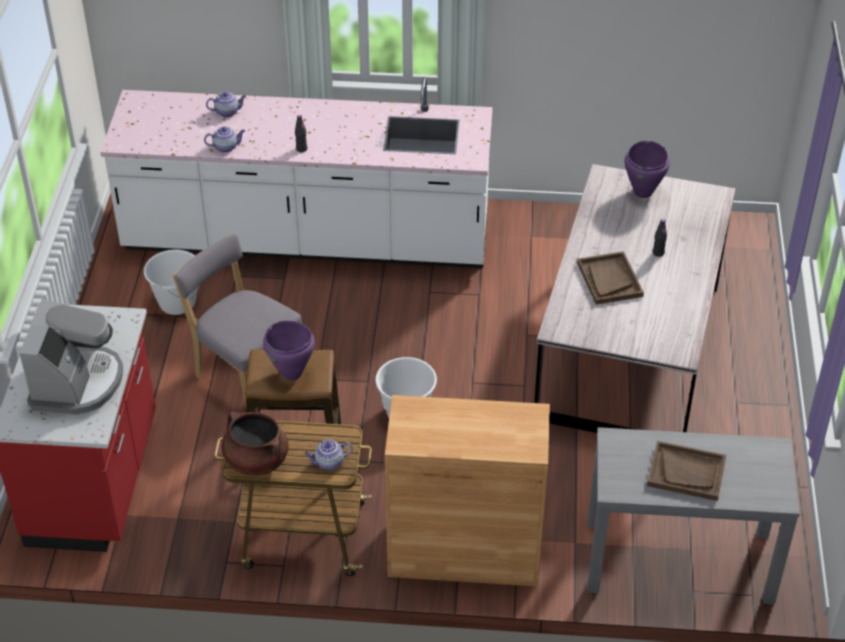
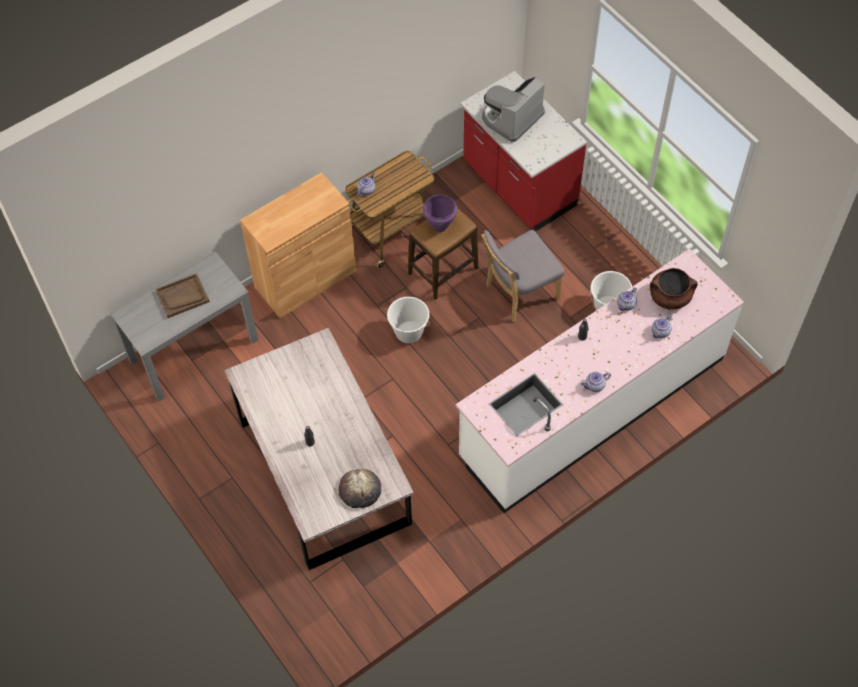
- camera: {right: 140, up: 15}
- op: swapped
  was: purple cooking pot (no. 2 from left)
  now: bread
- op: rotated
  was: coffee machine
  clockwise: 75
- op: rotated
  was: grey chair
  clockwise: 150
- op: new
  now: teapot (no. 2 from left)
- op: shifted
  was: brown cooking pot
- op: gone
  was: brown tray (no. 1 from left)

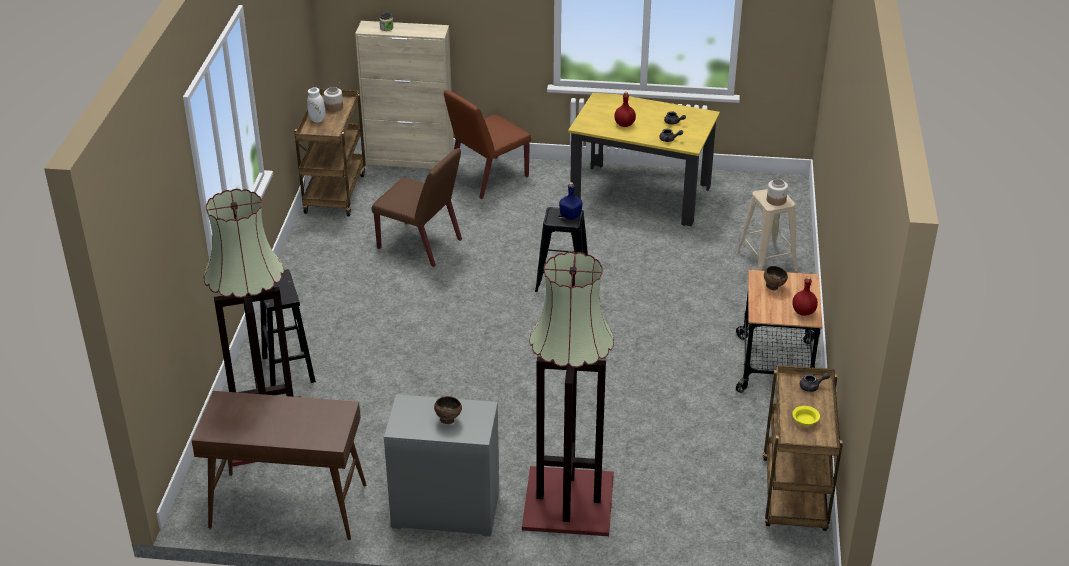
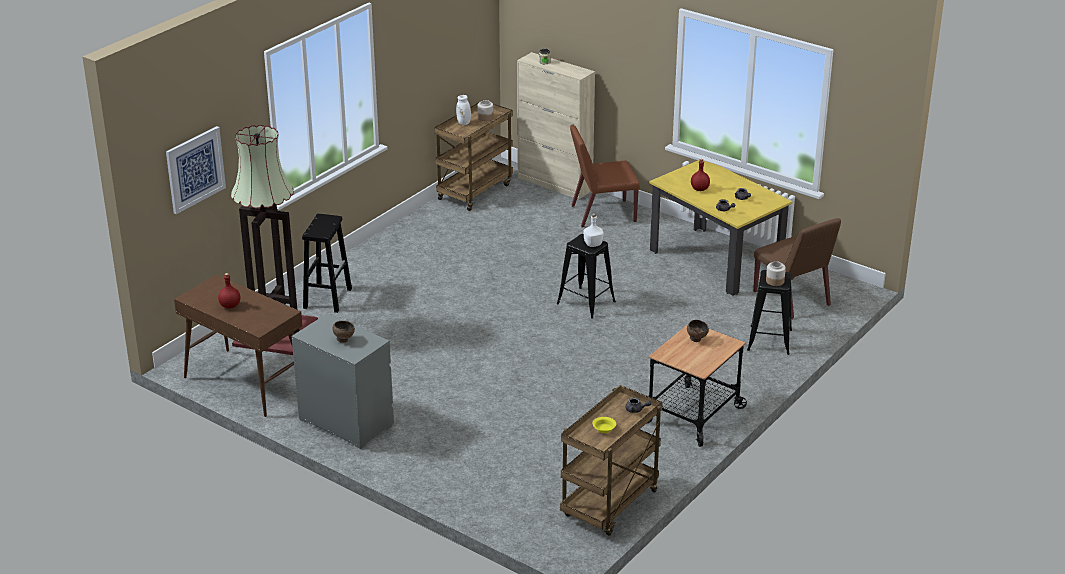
- camera: {right: 30, up: -5}
- op: new
  now: picture
- op: shifted
  was: red bottle (no. 2 from left in the first image)
  now: red bottle (no. 1 from left)
- op: repainted
  was: blue bottle
  now: white bottle
- op: repainted
  was: beige stool
  now: black stool (no. 3 from left)
- op: shifted
  was: brown chair (no. 1 from left in the first image)
  now: brown chair (no. 2 from left)
- op: gone
  was: floor lamp (no. 2 from left)

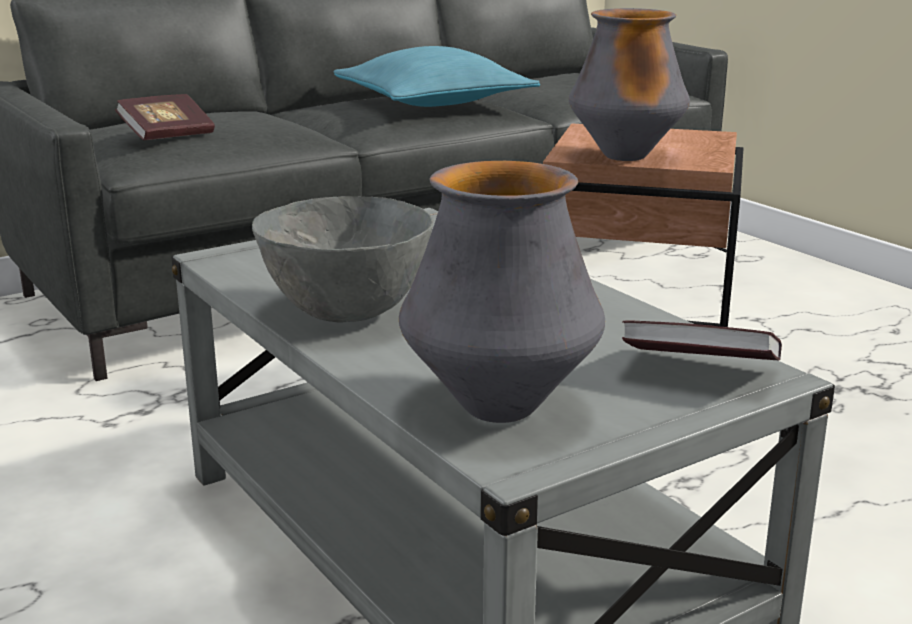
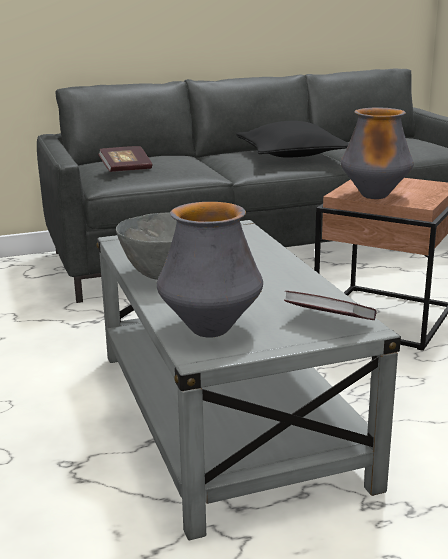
- camera: {right: 15, up: 0}
- op: repainted
  was: turquoise pillow
  now: black pillow

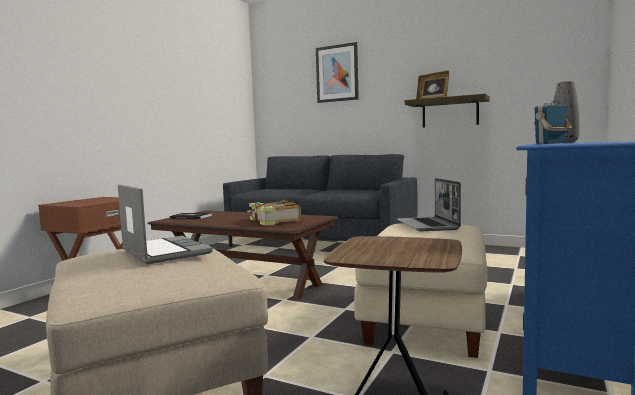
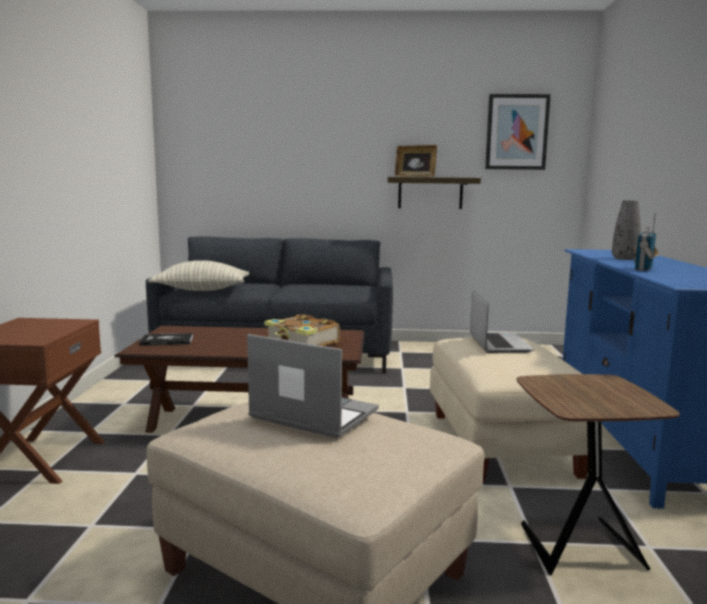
- camera: {right: -25, up: 5}
- op: new
  now: pillow
- op: rotated
  was: laptop (no. 2 from left)
  clockwise: -150
- op: shifted
  was: picture

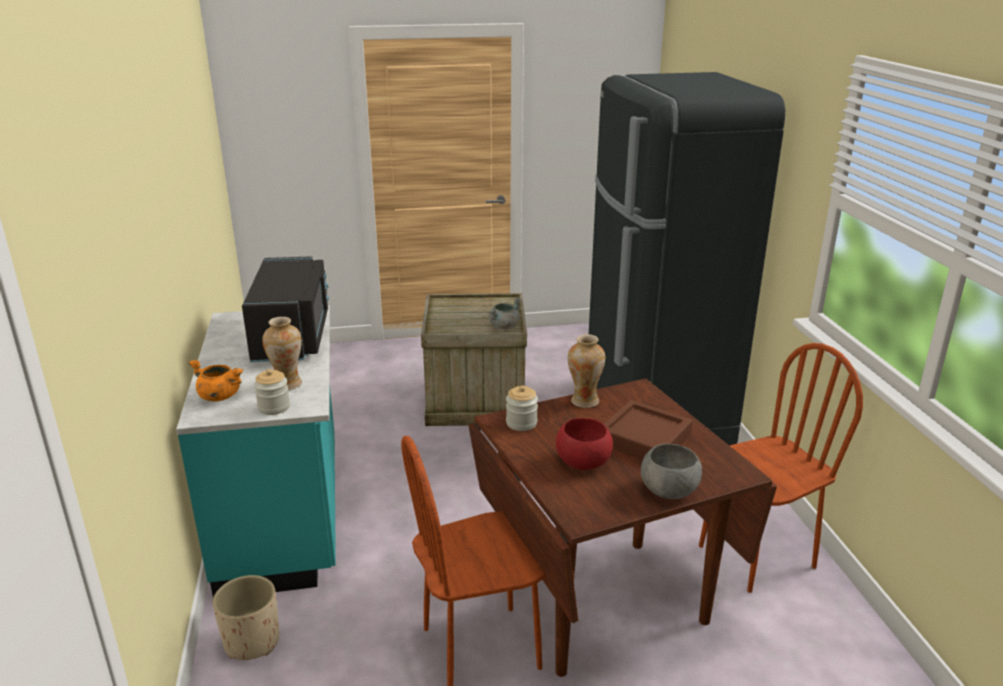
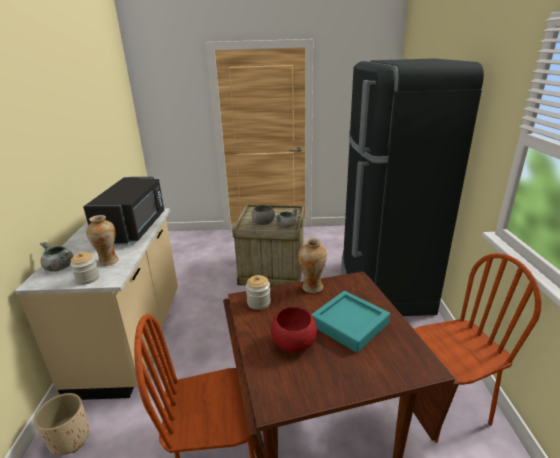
- camera: {right: 10, up: 0}
- op: repainted
  was: turquoise counter
  now: beige counter
- op: repainted
  was: orange cooking pot
  now: grey cooking pot (no. 1 from left)
- op: shifted
  was: grey bowl
- op: repainted
  was: brown tray
  now: turquoise tray

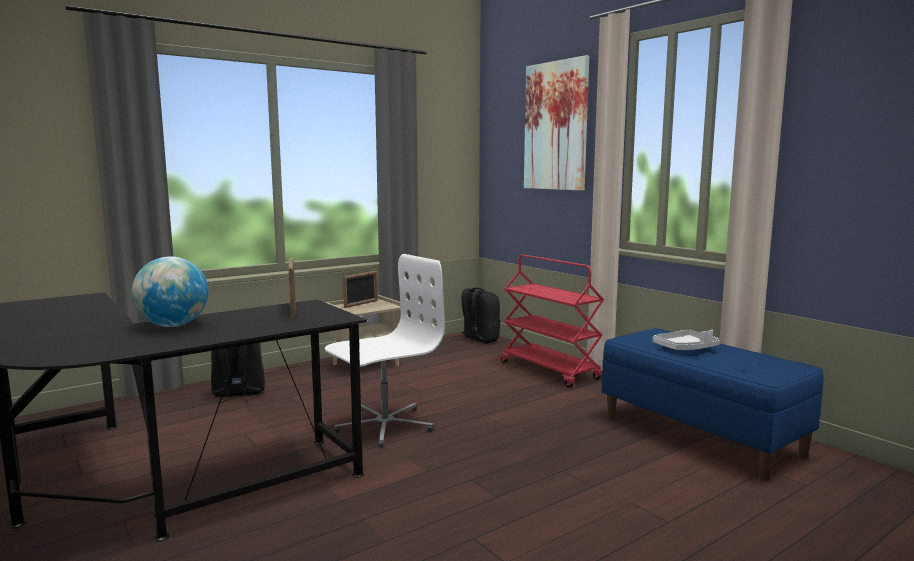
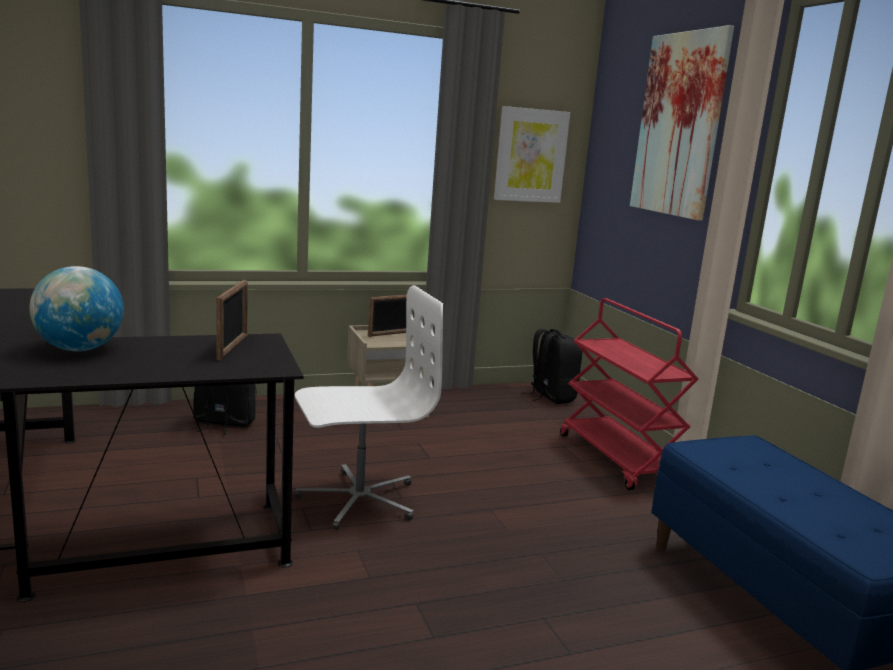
- camera: {right: 15, up: 5}
- op: new
  now: picture (no. 1 from left)
- op: gone
  was: grey tray

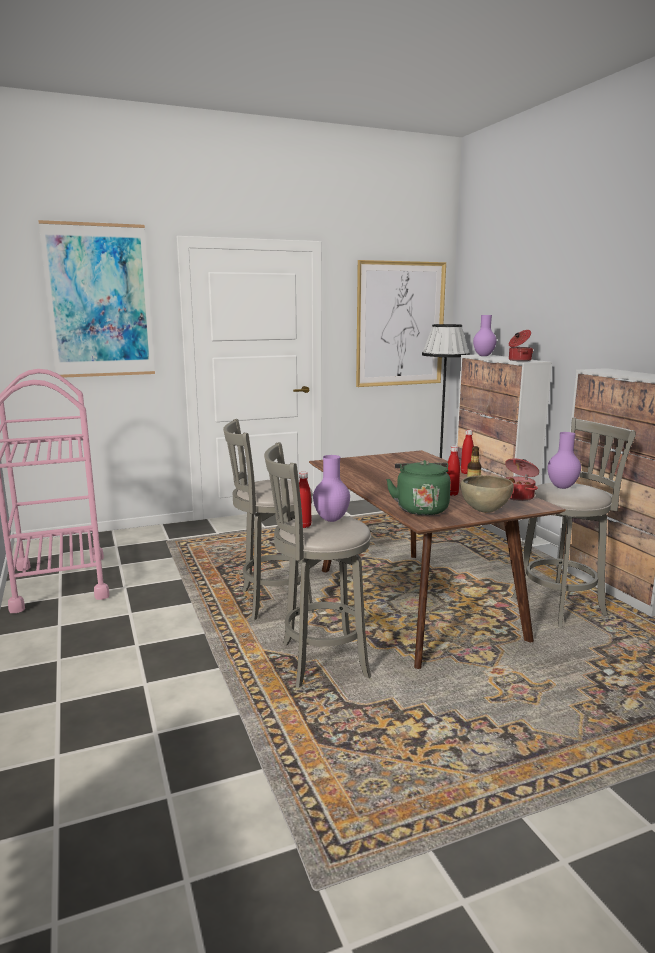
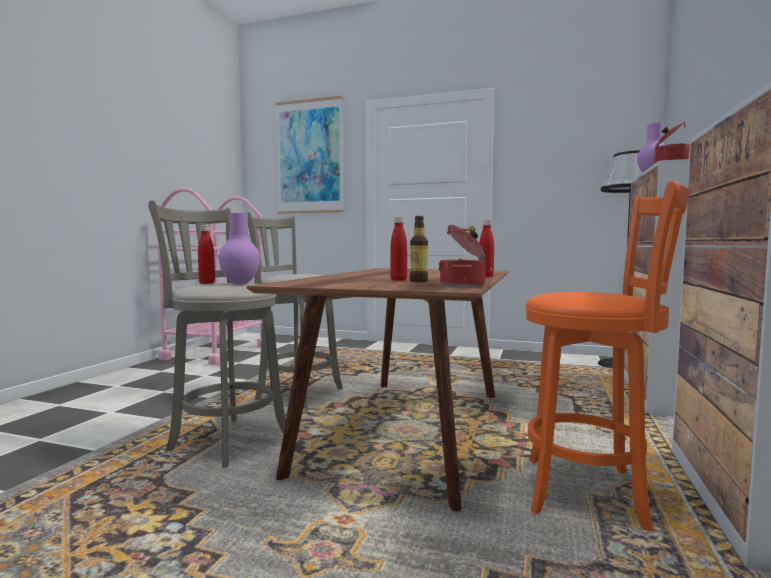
- camera: {right: 40, up: -10}
- op: repainted
  was: grey stool (no. 3 from left)
  now: orange stool
- op: gone
  was: picture (no. 2 from left)
- op: gone
  was: green kettle
- op: gone
  was: brown bowl
- op: gone
  was: purple vase (no. 3 from left)

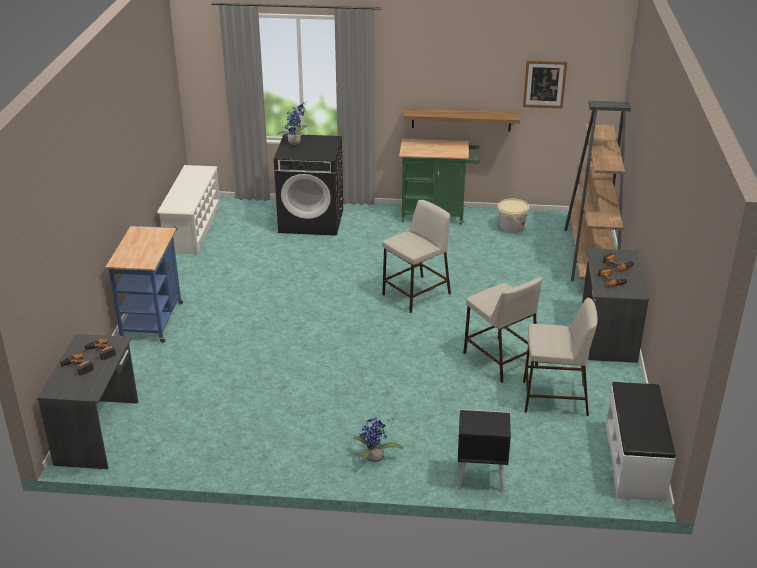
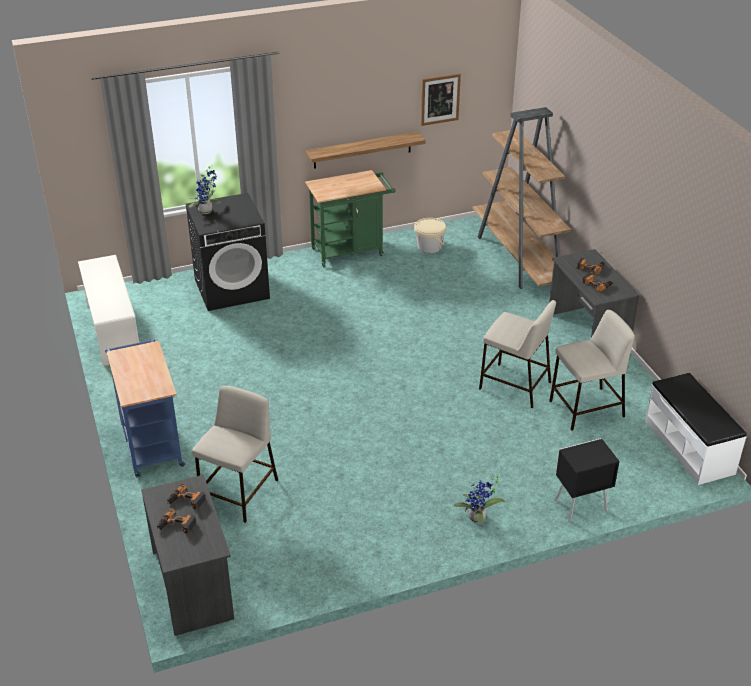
- camera: {right: -25, up: 5}
- op: shifted
  was: beige stool (no. 1 from left)

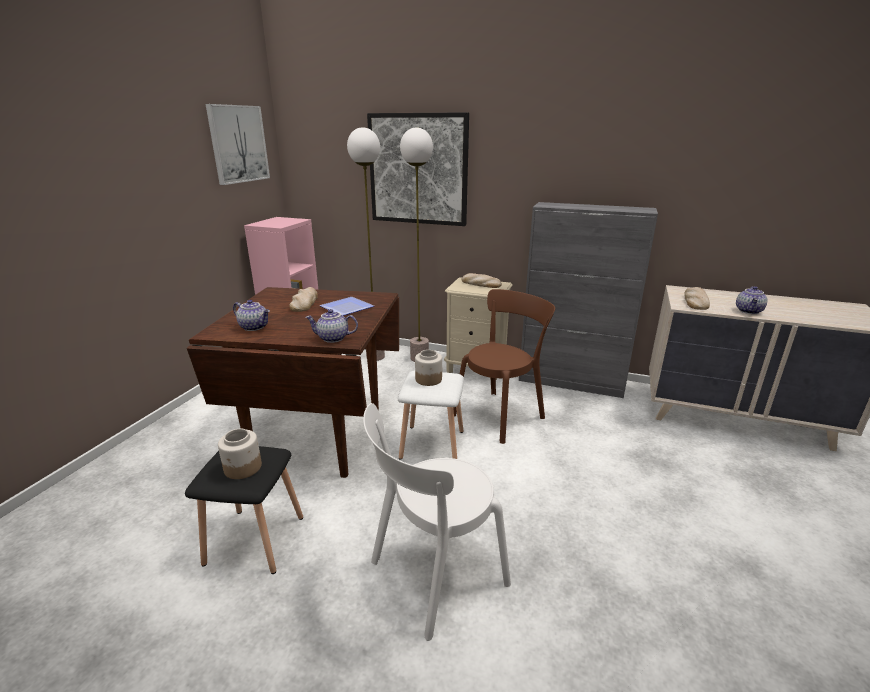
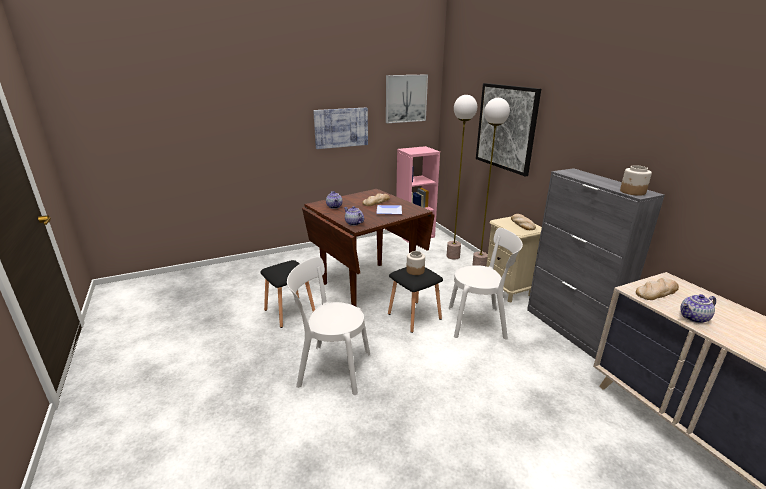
- camera: {right: 45, up: 0}
- op: new
  now: picture (no. 1 from left)
- op: repainted
  was: white stool
  now: black stool (no. 2 from left)
- op: repainted
  was: brown chair
  now: white chair (no. 2 from left)
- op: shifted
  was: jar (no. 1 from left in the first image)
  now: jar (no. 2 from left)

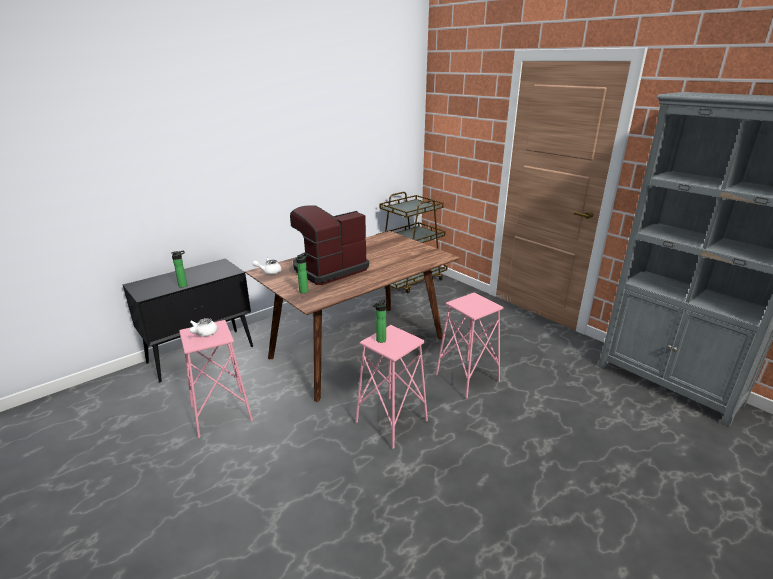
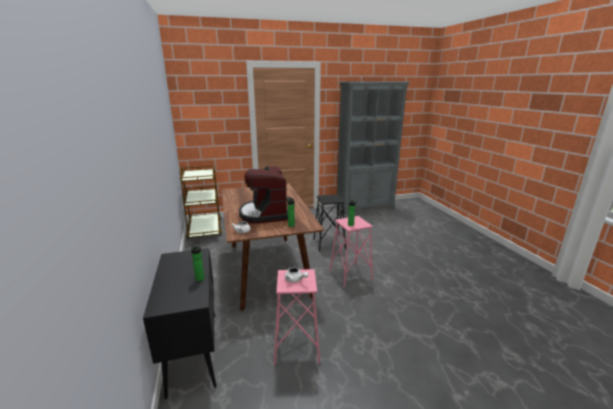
- camera: {right: -65, up: -5}
- op: repainted
  was: pink stool (no. 3 from left)
  now: black stool

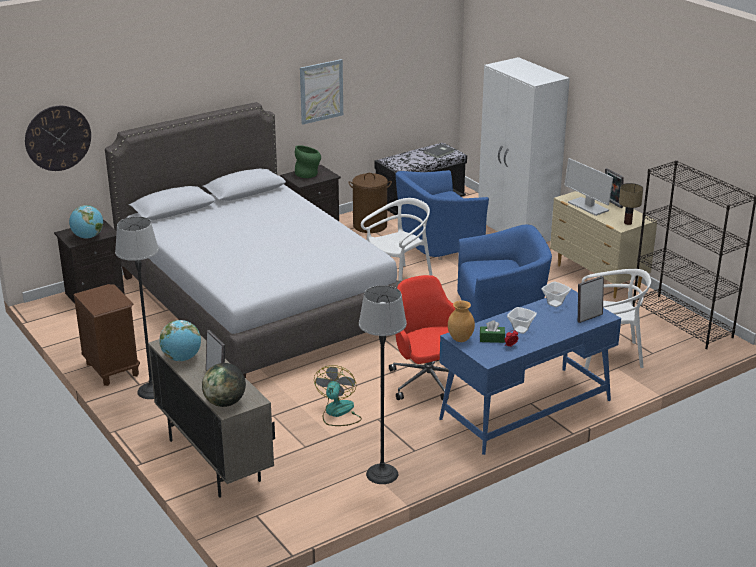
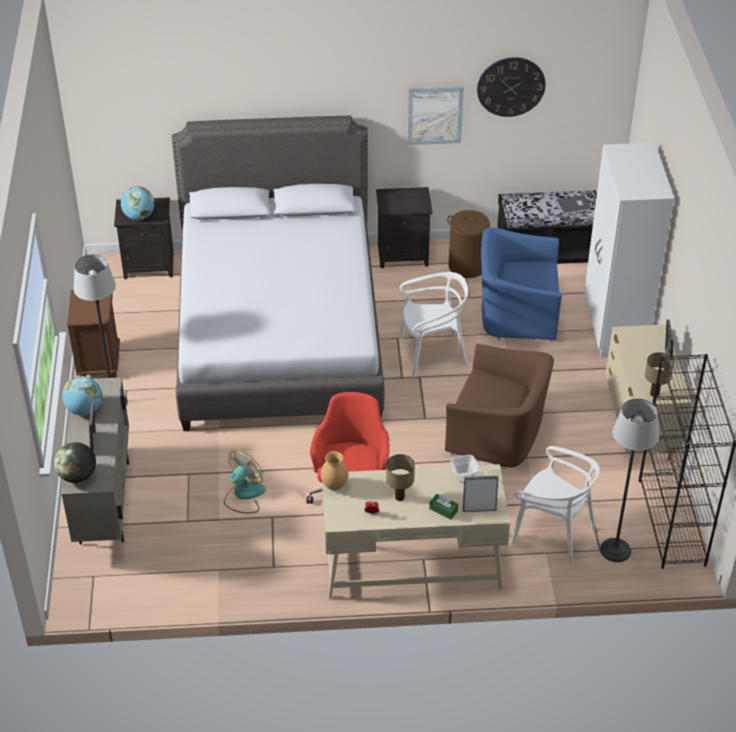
- camera: {right: 30, up: 15}
- op: repainted
  was: blue desk
  now: beige desk
- op: swapped
  was: bowl (no. 1 from left)
  now: table lamp (no. 1 from left)
- op: shifted
  was: green tissue box
- op: repainted
  was: blue armchair (no. 2 from left)
  now: brown armchair
- op: shifted
  was: wall clock
- op: shifted
  was: floor lamp (no. 2 from left)
- op: gone
  was: green vase
- op: gone
  was: monitor

